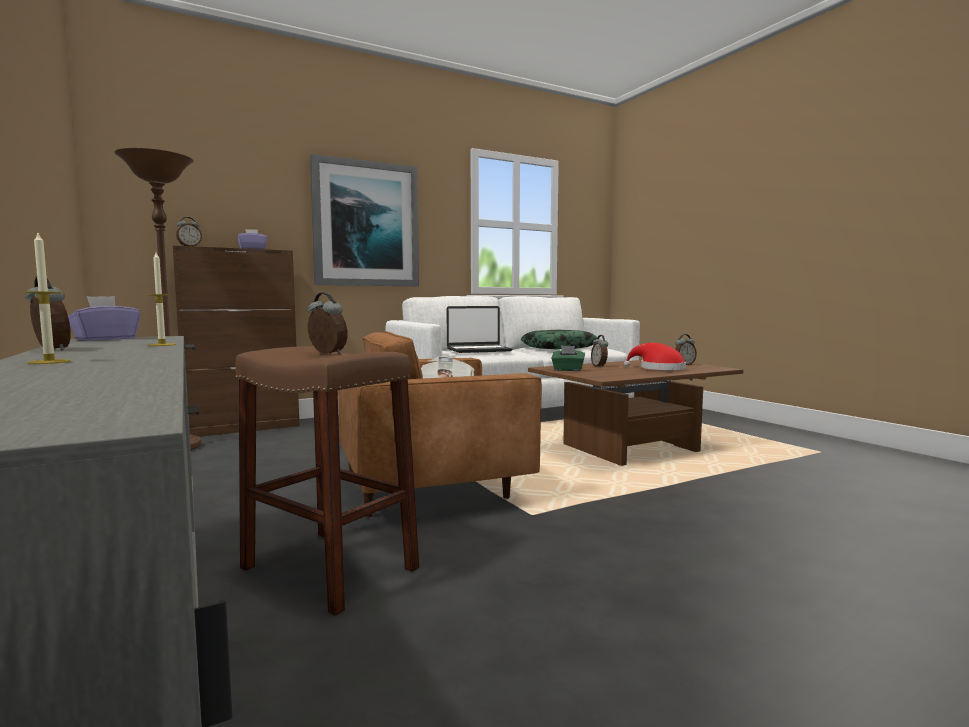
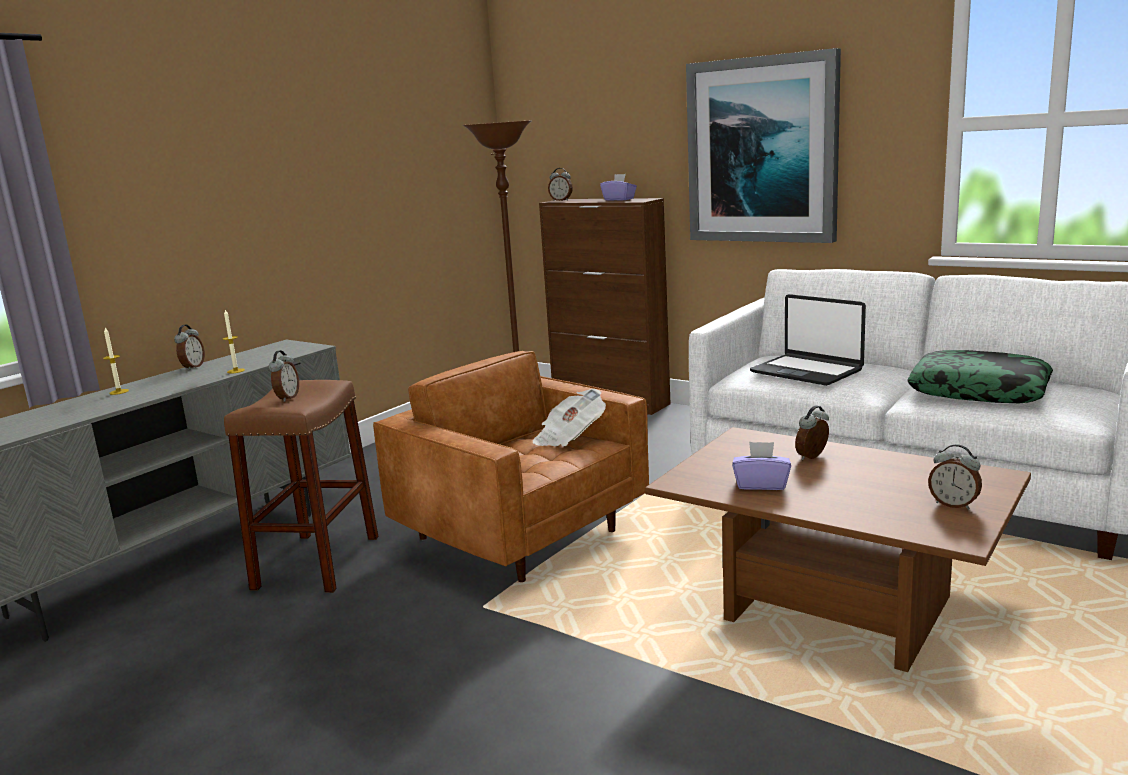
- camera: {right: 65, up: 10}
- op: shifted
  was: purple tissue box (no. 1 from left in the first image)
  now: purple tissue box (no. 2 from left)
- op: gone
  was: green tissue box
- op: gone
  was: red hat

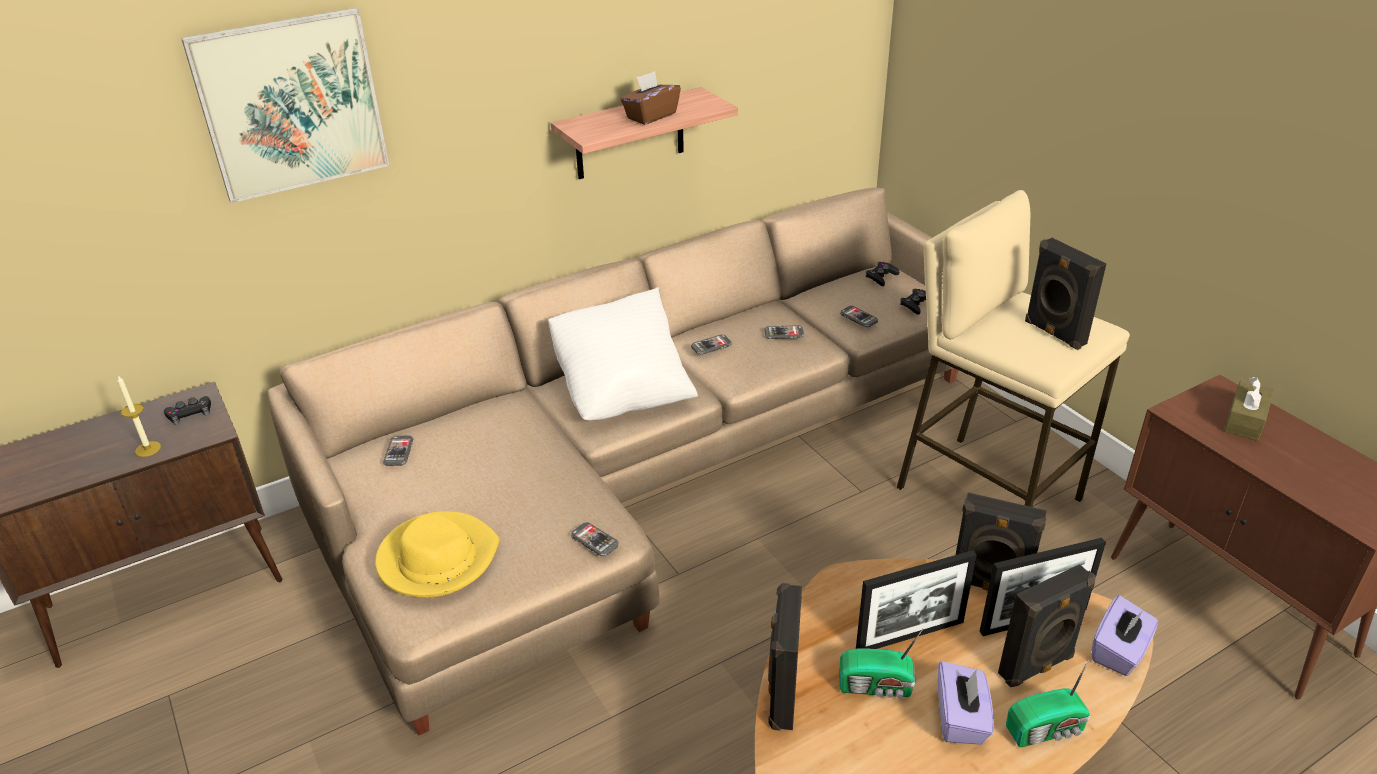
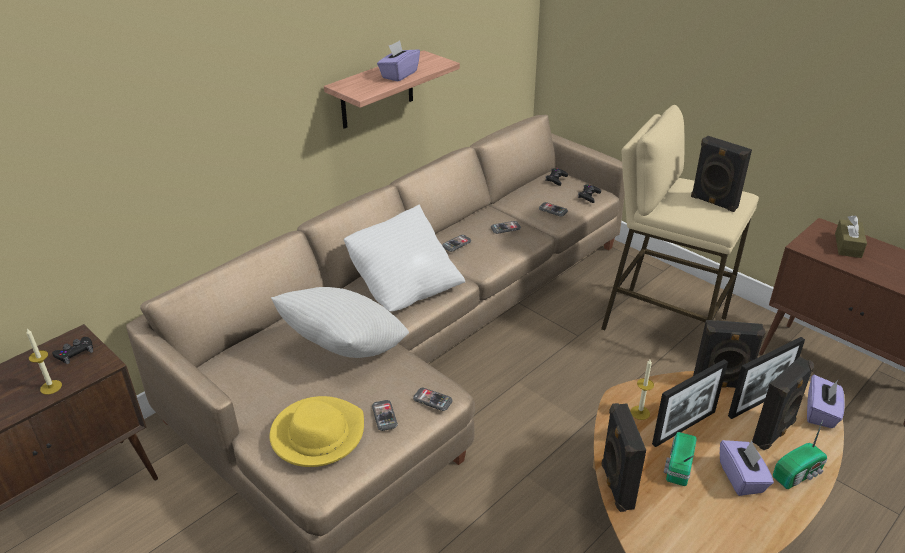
- camera: {right: -15, up: 0}
- op: new
  now: white pillow (no. 1 from left)
- op: shifted
  was: phone (no. 1 from left)
- op: repainted
  was: brown tissue box (no. 1 from left)
  now: purple tissue box (no. 1 from left)
- op: new
  now: candle (no. 2 from left)
- op: rotated
  was: radio (no. 1 from left)
  clockwise: 120
- op: gone
  was: picture

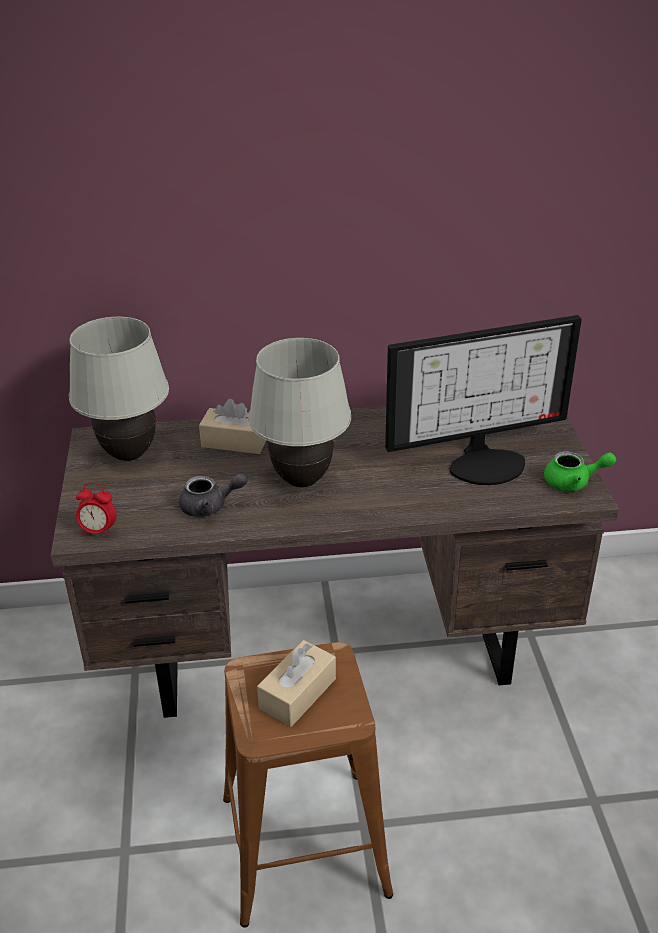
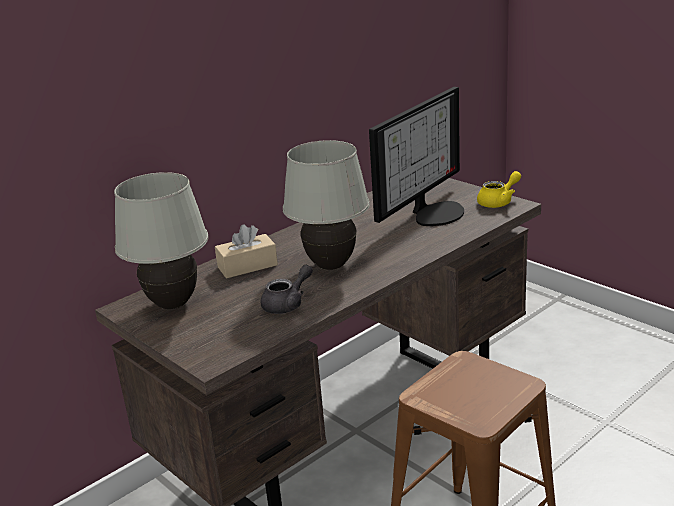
- camera: {right: -35, up: -10}
- op: repainted
  was: green teapot
  now: yellow teapot
- op: gone
  was: alarm clock
- op: gone
  was: beige tissue box (no. 2 from left)

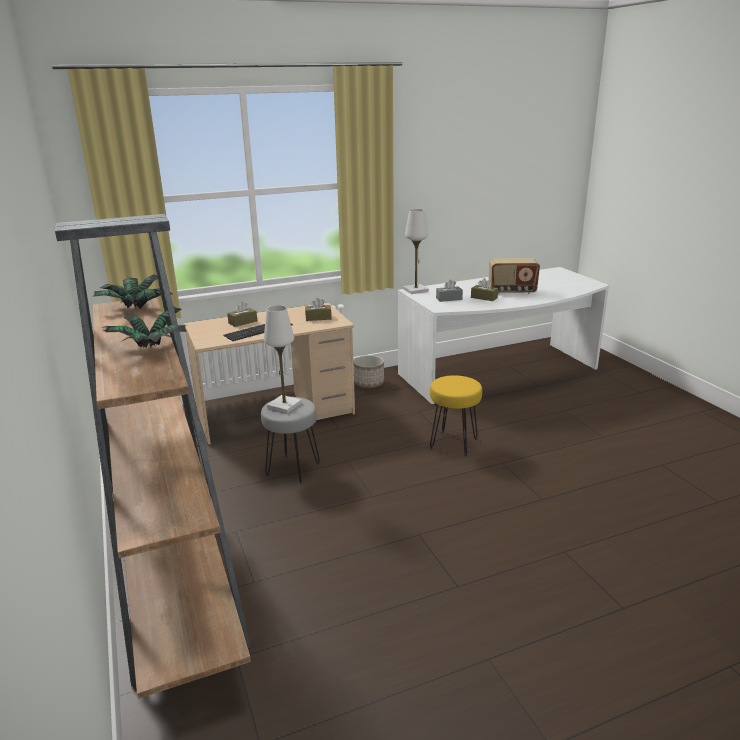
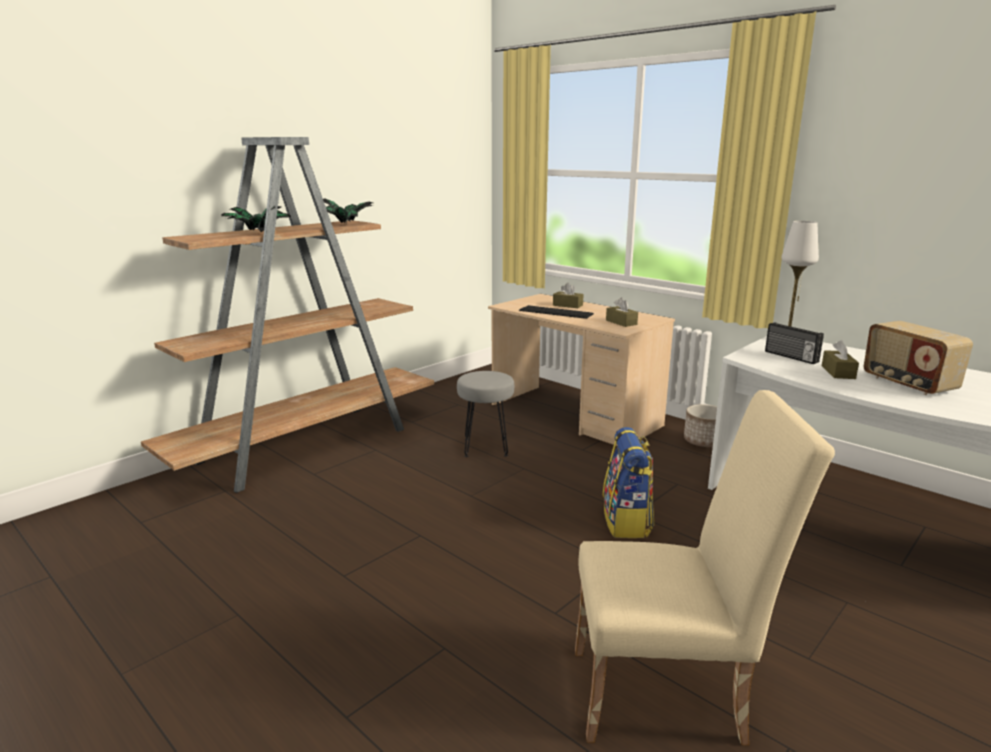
- camera: {right: 65, up: -5}
- op: new
  now: beige chair
- op: swapped
  was: yellow stool
  now: backpack
- op: swapped
  was: grey tissue box
  now: radio (no. 1 from left)
- op: gone
  was: white table lamp (no. 1 from left)

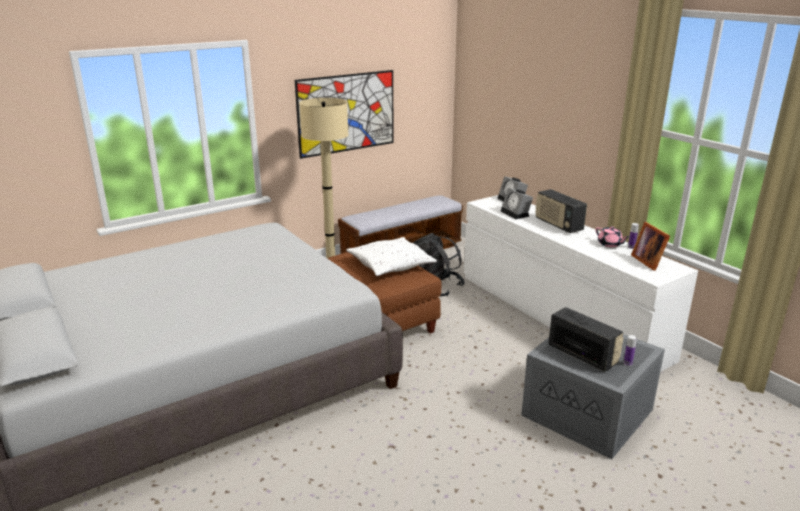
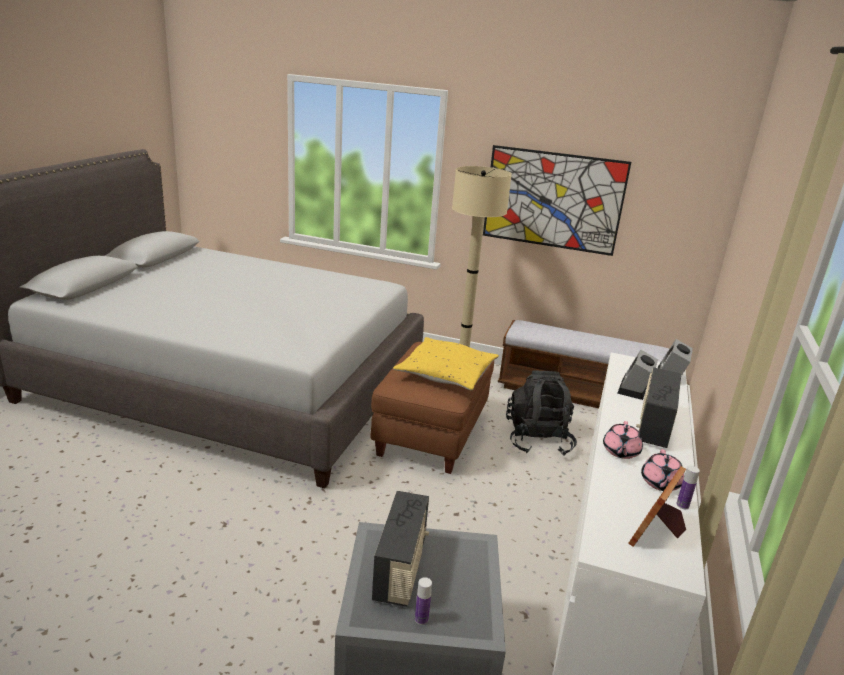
- camera: {right: 50, up: 0}
- op: repainted
  was: white pillow
  now: yellow pillow
- op: new
  now: pink teapot (no. 1 from left)

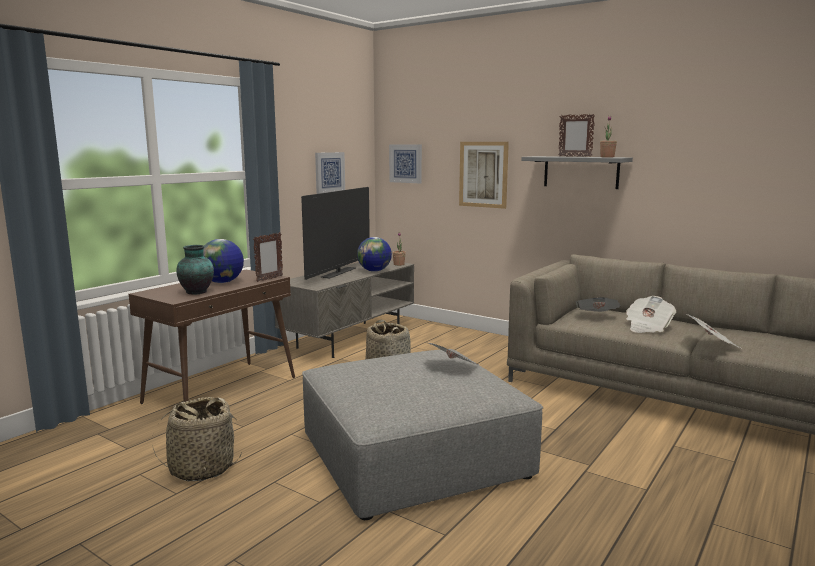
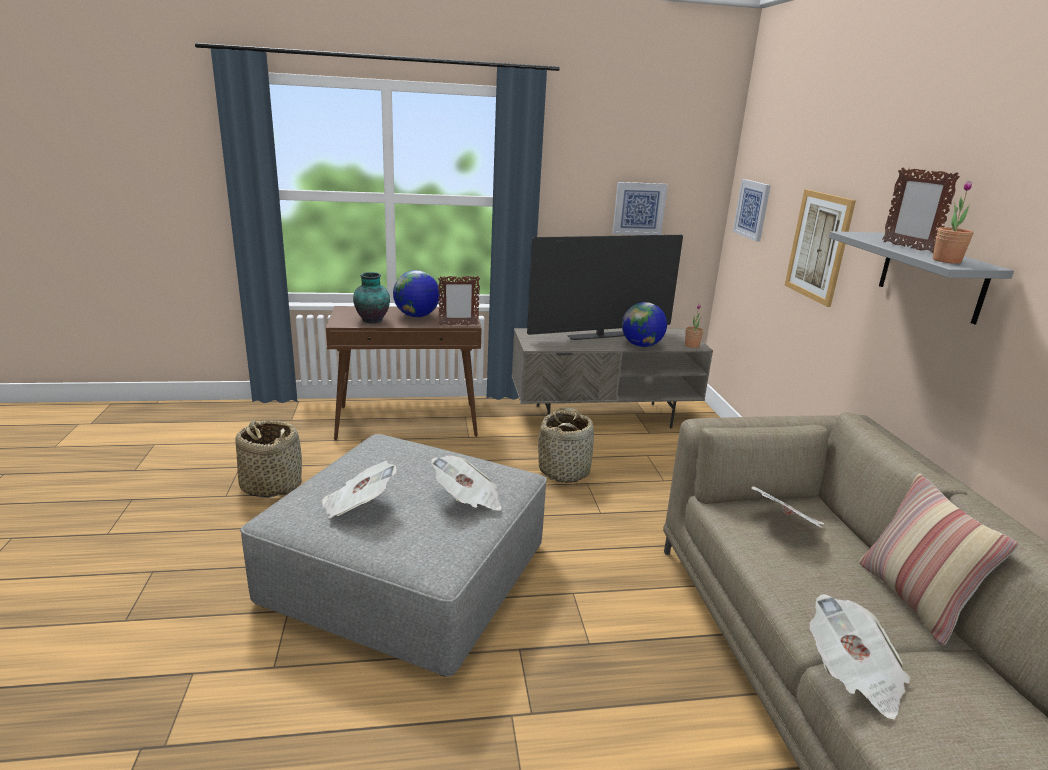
- camera: {right: 45, up: 10}
- op: shifted
  was: newspaper (no. 3 from left in the first image)
  now: newspaper (no. 1 from left)
- op: new
  now: pillow

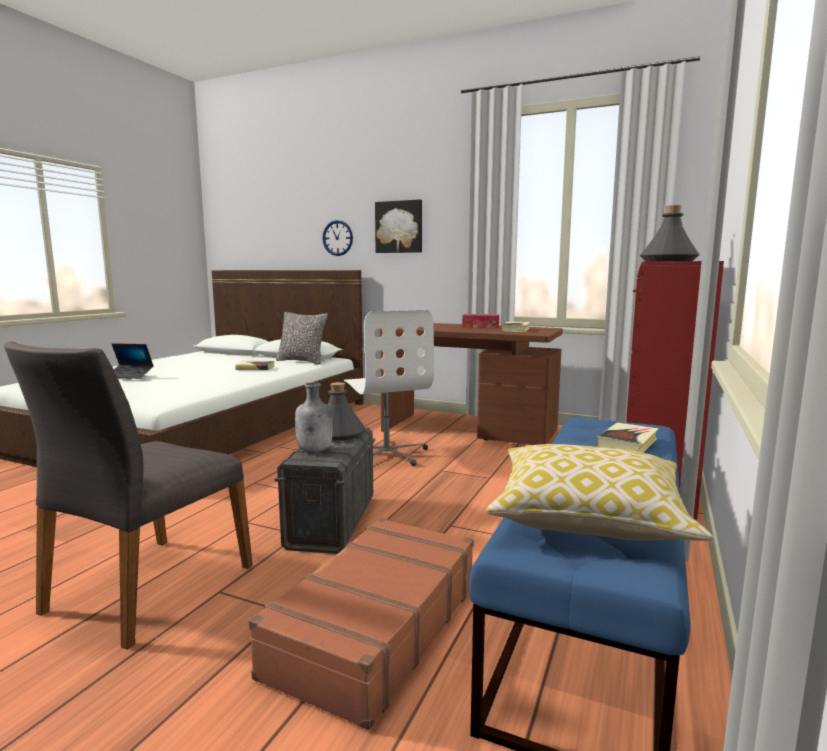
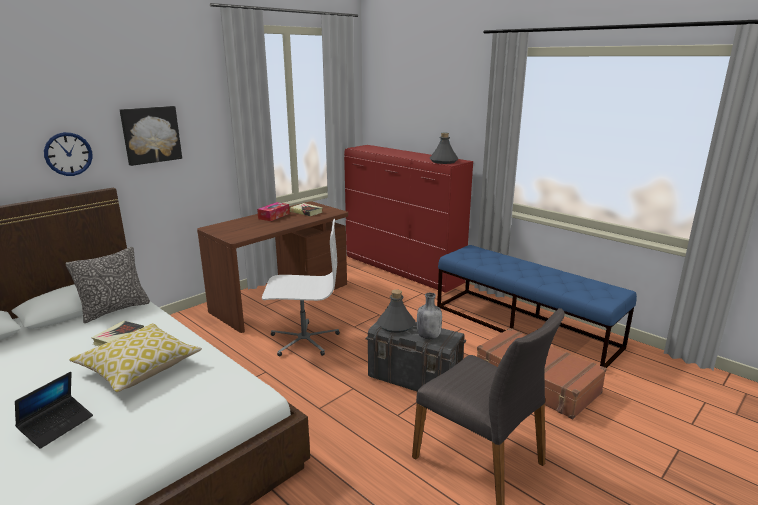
- camera: {right: -70, up: 10}
- op: shifted
  was: pillow (no. 2 from left)
- op: gone
  was: book (no. 3 from left)

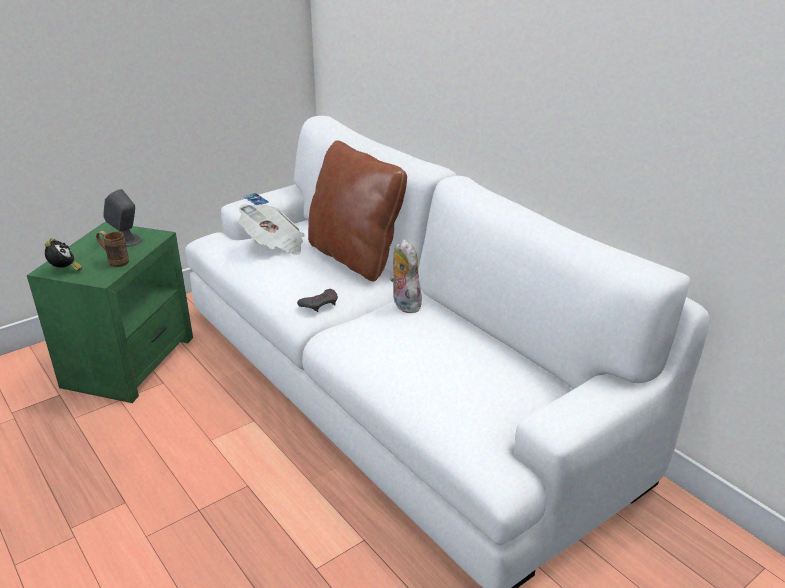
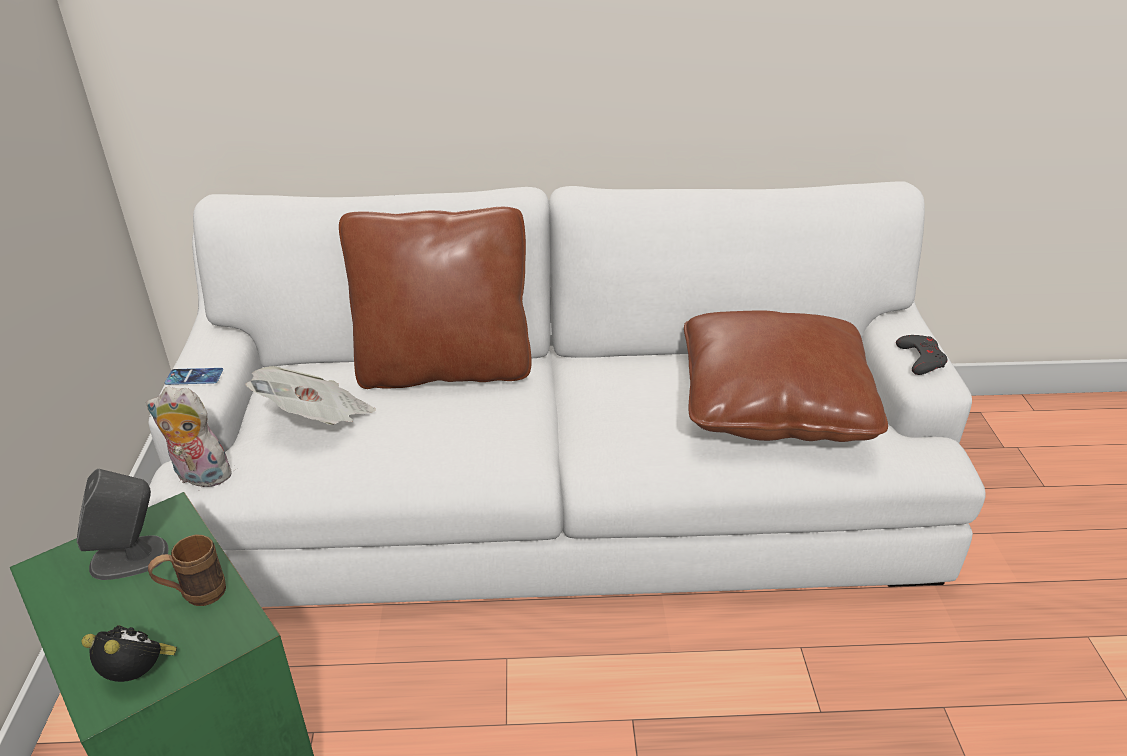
- camera: {right: -55, up: 5}
- op: shifted
  was: plush toy
- op: new
  now: brown pillow (no. 2 from left)
- op: shifted
  was: grey game controller

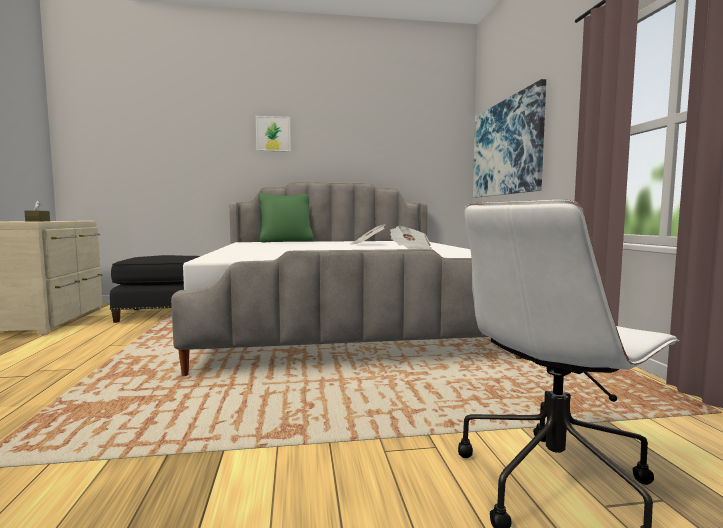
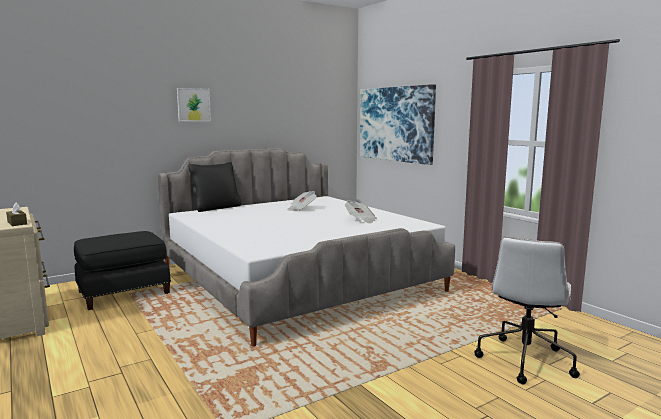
- camera: {right: -25, up: 5}
- op: repainted
  was: green pillow
  now: black pillow

